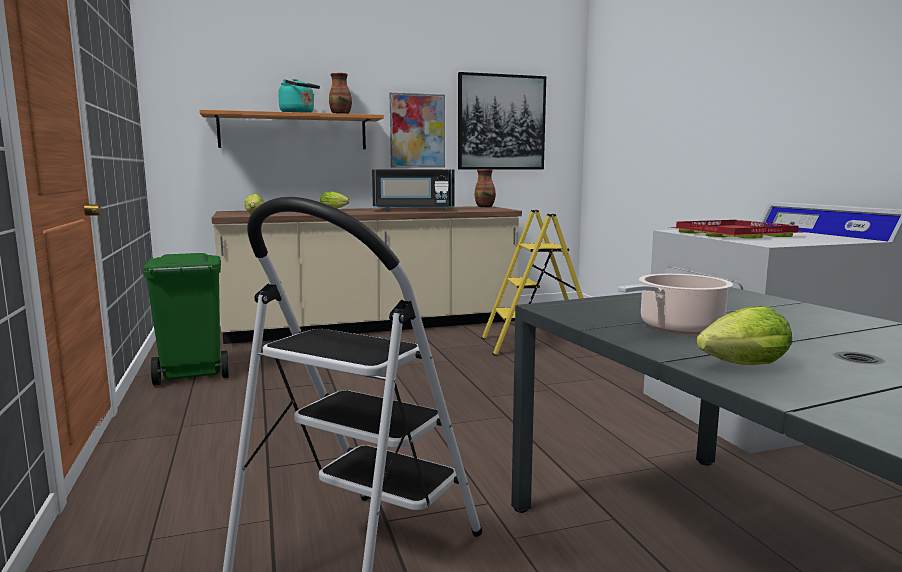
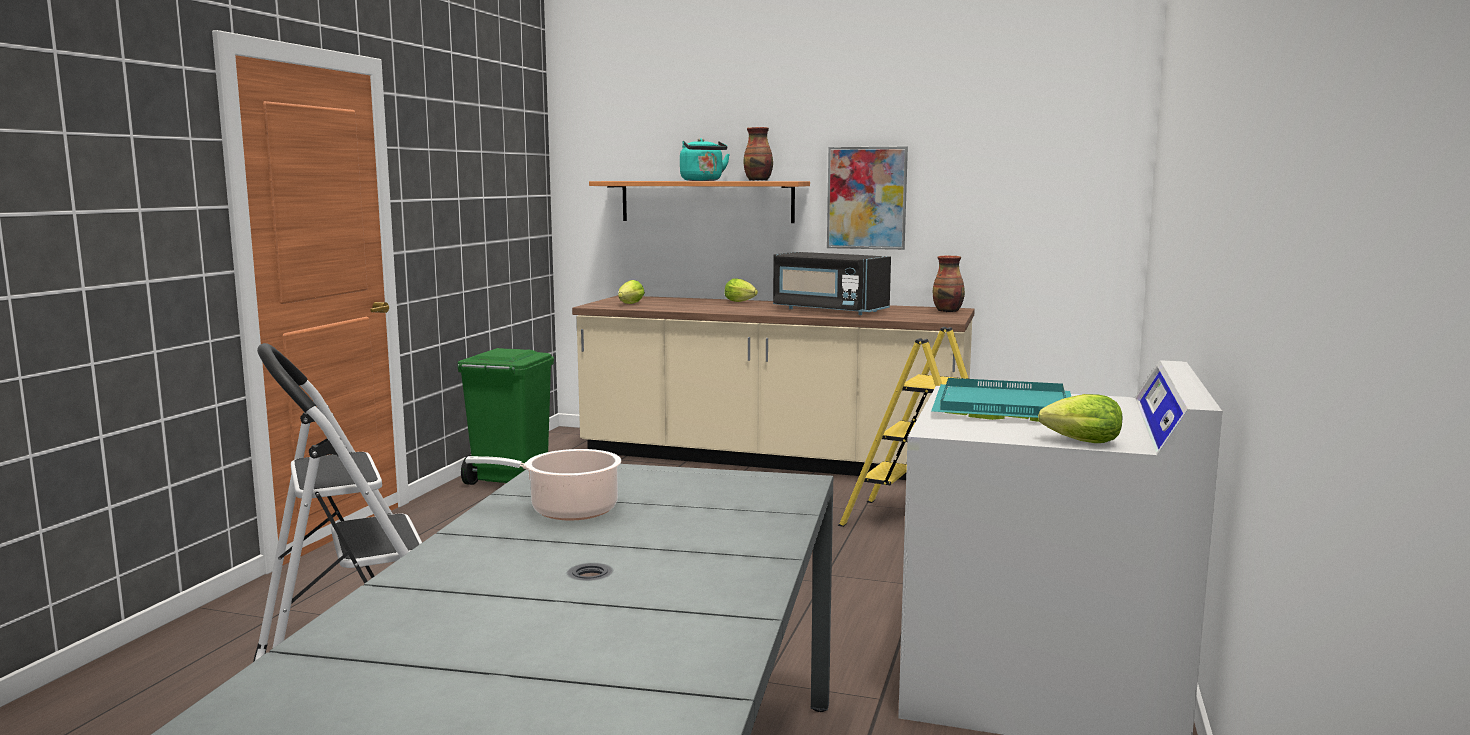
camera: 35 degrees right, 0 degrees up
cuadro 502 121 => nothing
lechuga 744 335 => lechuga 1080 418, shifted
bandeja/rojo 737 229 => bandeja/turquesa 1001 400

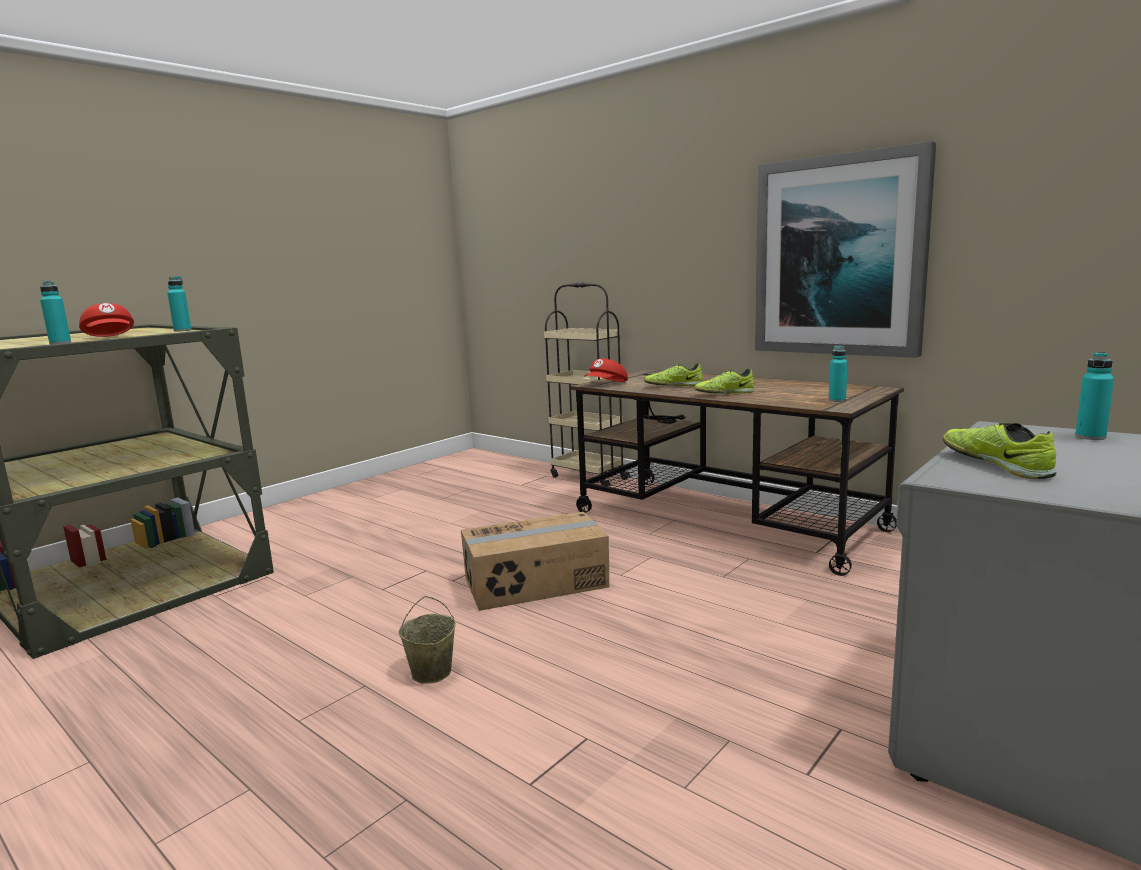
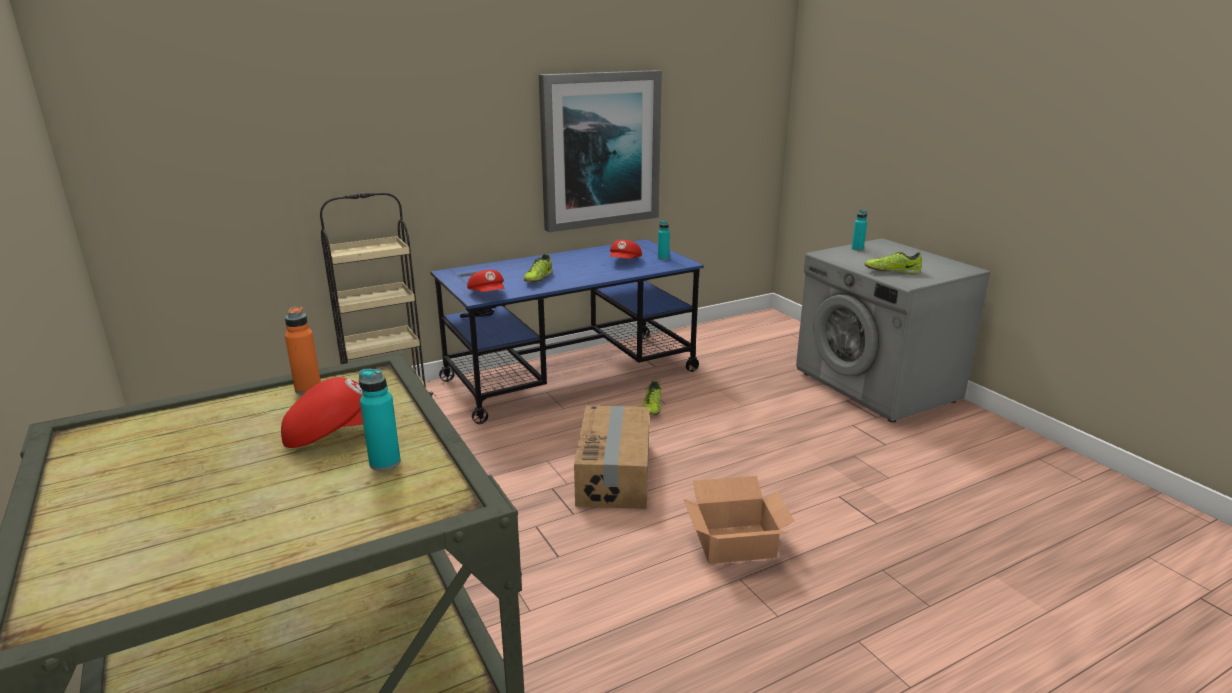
camera: 70 degrees left, 10 degrees up
nothing => gorra/rojo 625 249
zapato 724 381 => zapato 651 398, shifted
cubo/beis 427 640 => caja de cartón 739 520
botella/turquesa 179 304 => botella/naranja 303 350
escritorio/marrón 737 472 => escritorio/azul 567 331

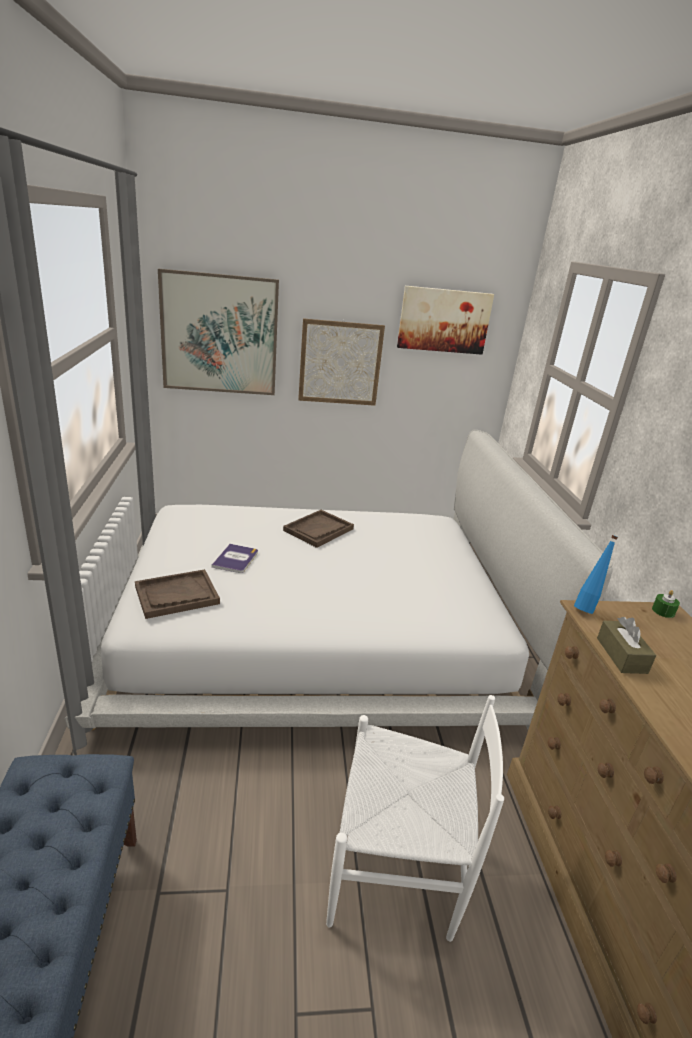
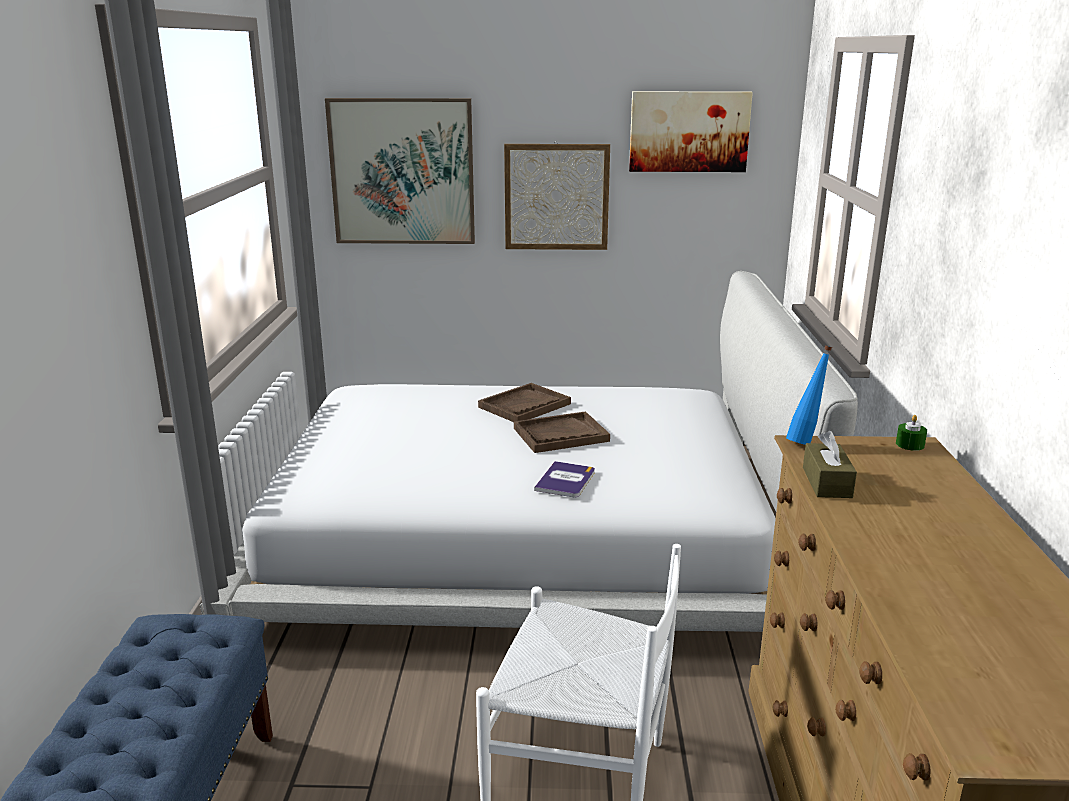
camera: 10 degrees right, 5 degrees down
bandeja/marrón 177 594 => bandeja/marrón 562 432, shifted
libro 235 558 => libro 564 479, shifted

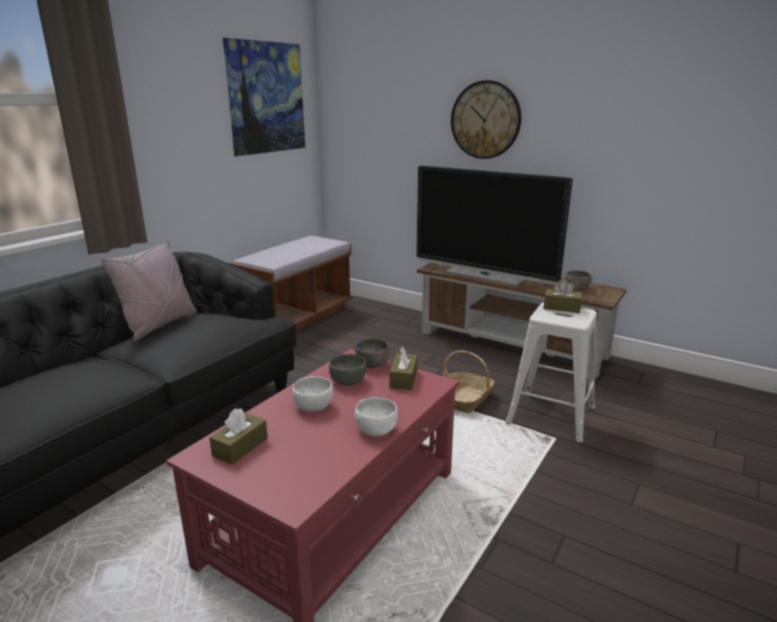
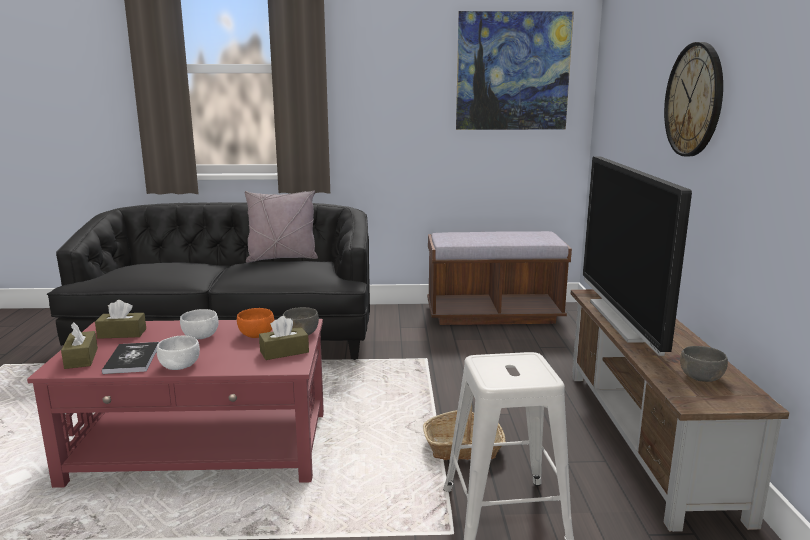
camera: 55 degrees right, 5 degrees down
nothing => libro 130 358
caja de pañuelos/marrón 563 296 => caja de pañuelos/marrón 79 345, shifted
cuenco/gris 347 370 => cuenco/naranja 255 323

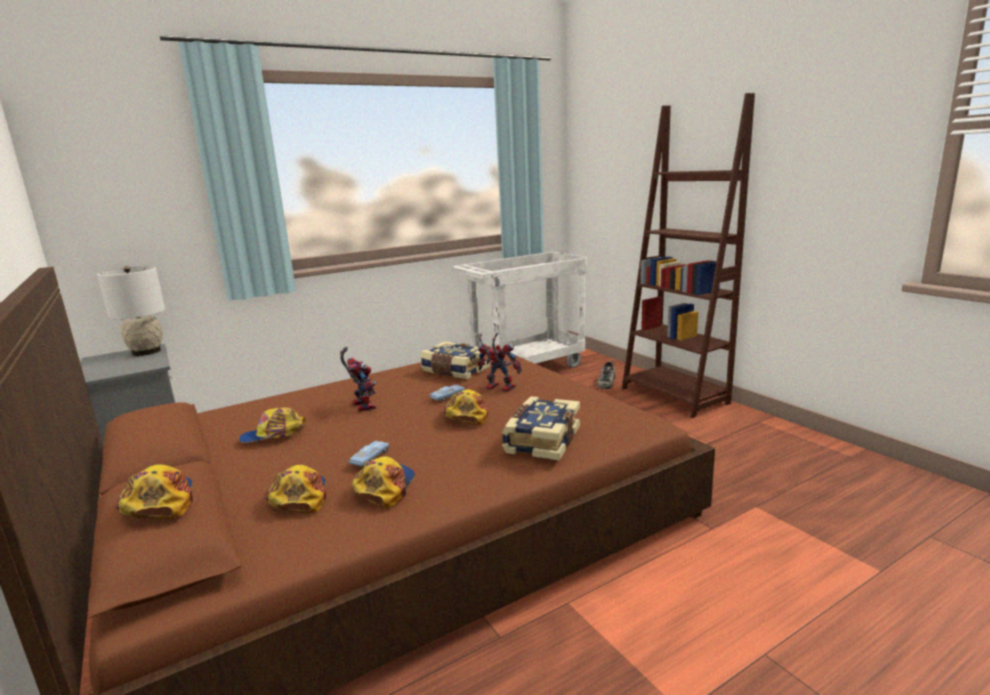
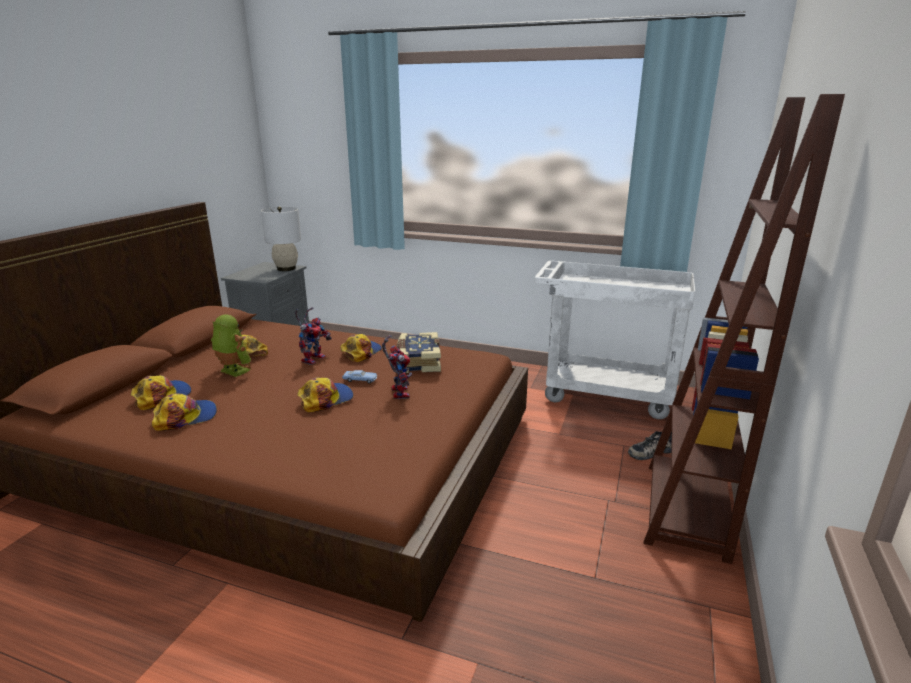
camera: 50 degrees right, 5 degrees up
coche de juguete/azul 369 453 => nothing
libro 541 428 => nothing
nothing => robot de juguete 231 345
gorra 154 491 => gorra 361 348, shifted

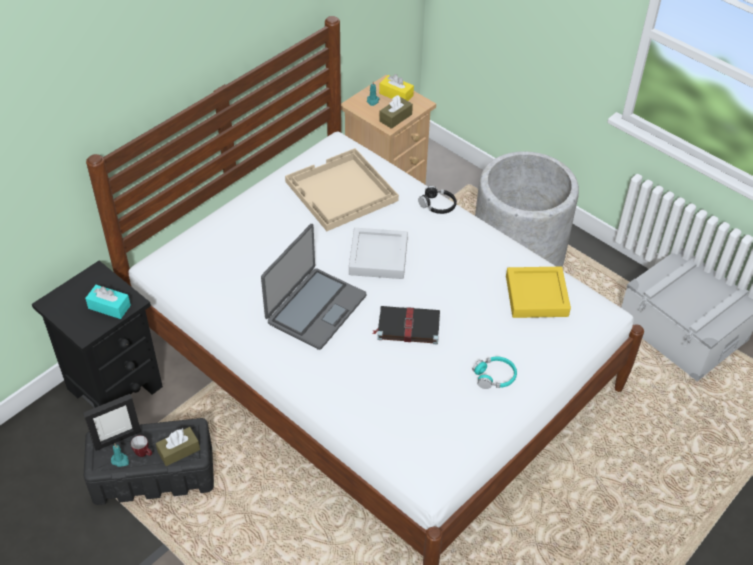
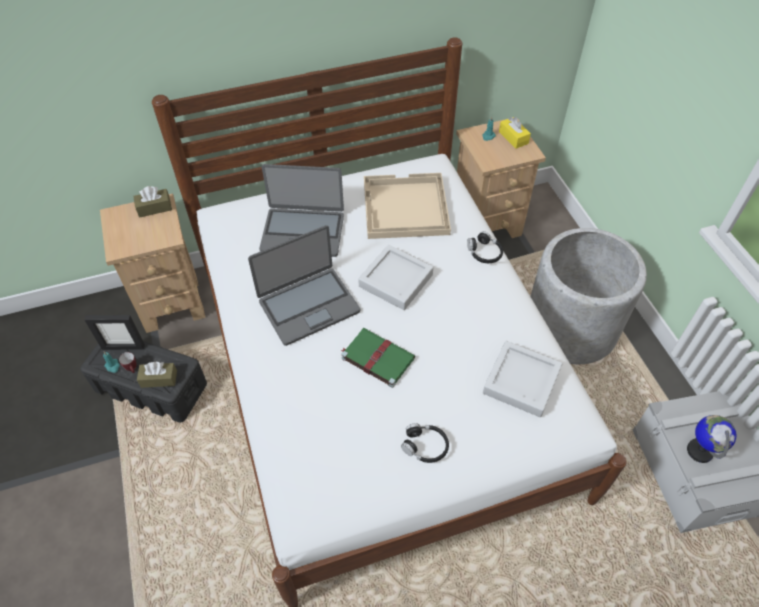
camera: 30 degrees right, 5 degrees up
caja de pañuelos/turquesa 108 302 => nothing
nothing => portátil 301 210
nothing => globo terráqueo 711 439
caja de pañuelos/marrón 396 112 => caja de pañuelos/marrón 152 202, shifted
mesita de noche/negro 97 334 => mesita de noche/beis 153 263
libro/negro 406 325 => libro/verde 378 358
auriculares/turquesa 494 372 => auriculares/negro 425 443
bandeja/amarillo 538 292 => bandeja/gris 522 379

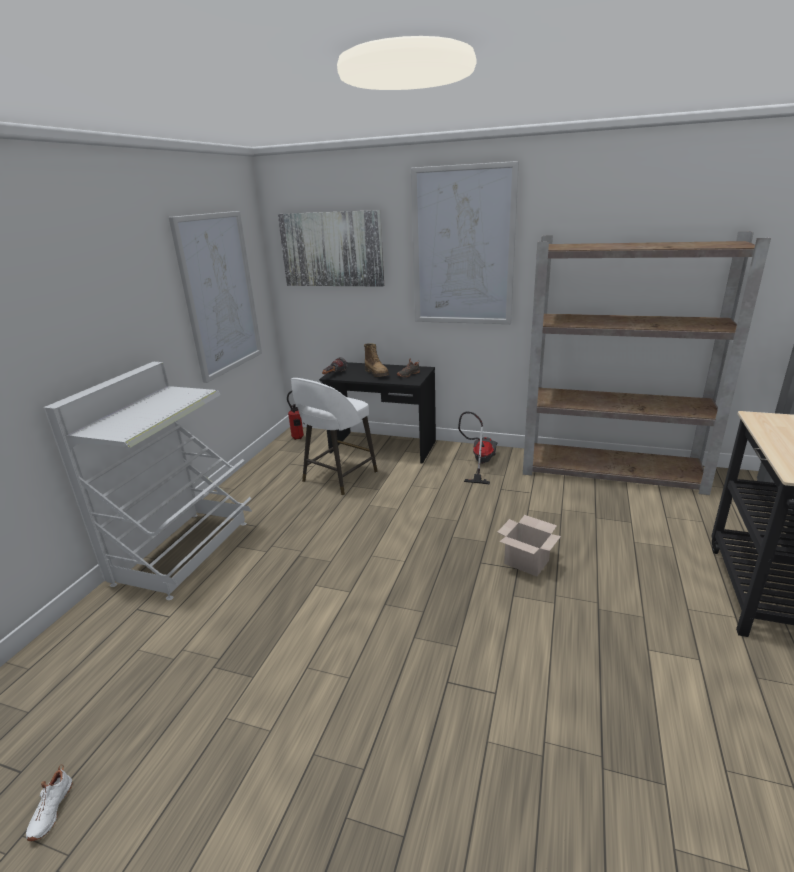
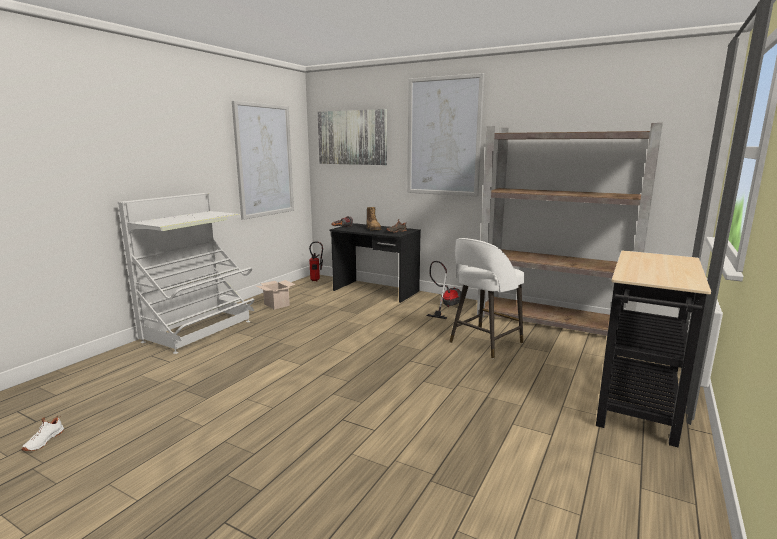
camera: 10 degrees right, 10 degrees down
taburete/blanco 334 437 => taburete/blanco 487 298, shifted
caja de cartón 529 545 => caja de cartón 276 295, shifted

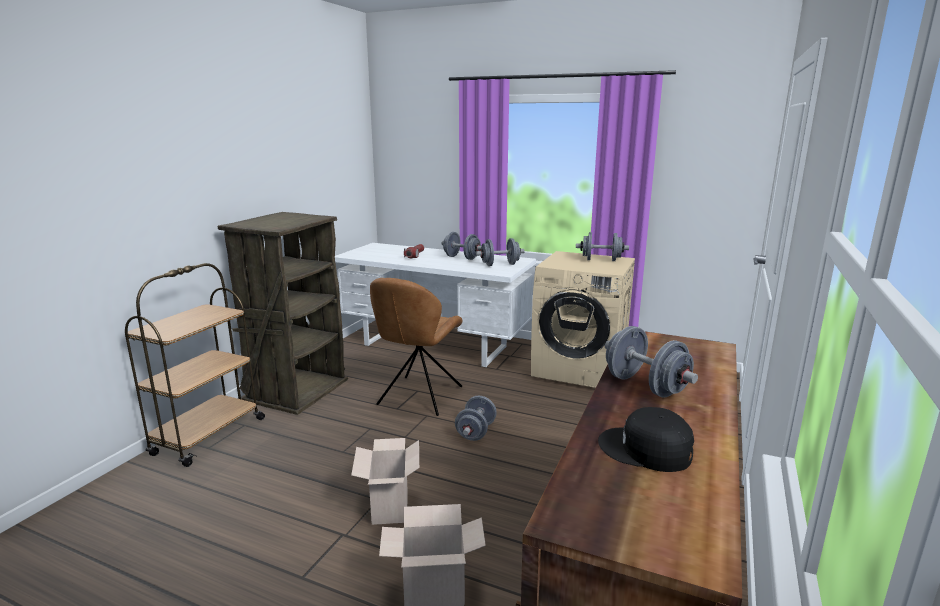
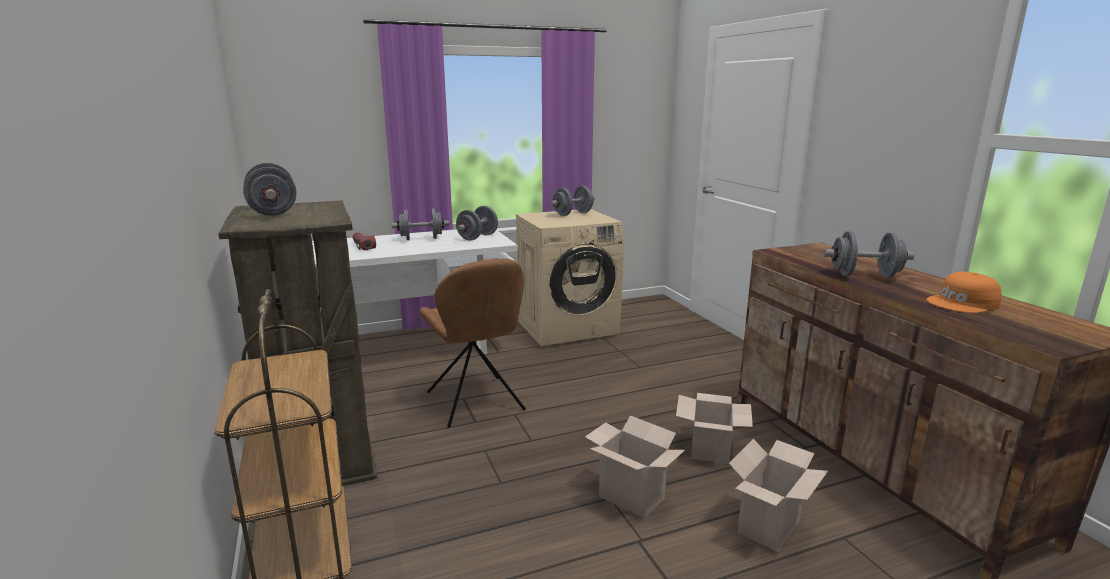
camera: 45 degrees left, 0 degrees up
nothing => caja de cartón 714 428
mancuerna/gris 476 418 => mancuerna/gris 270 189, shifted
gorra/negro 646 439 => gorra/naranja 964 292

